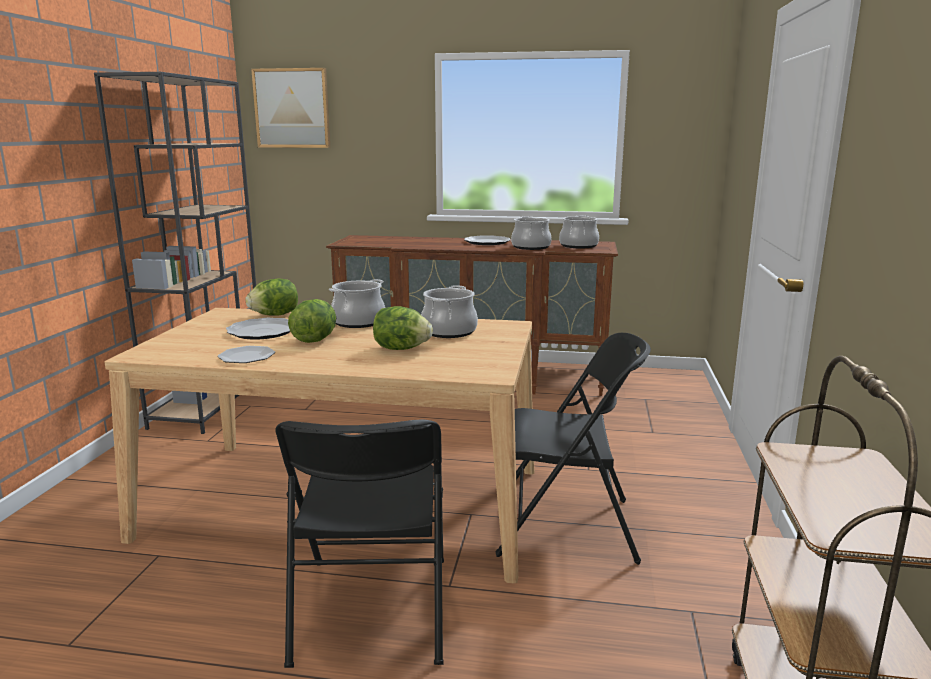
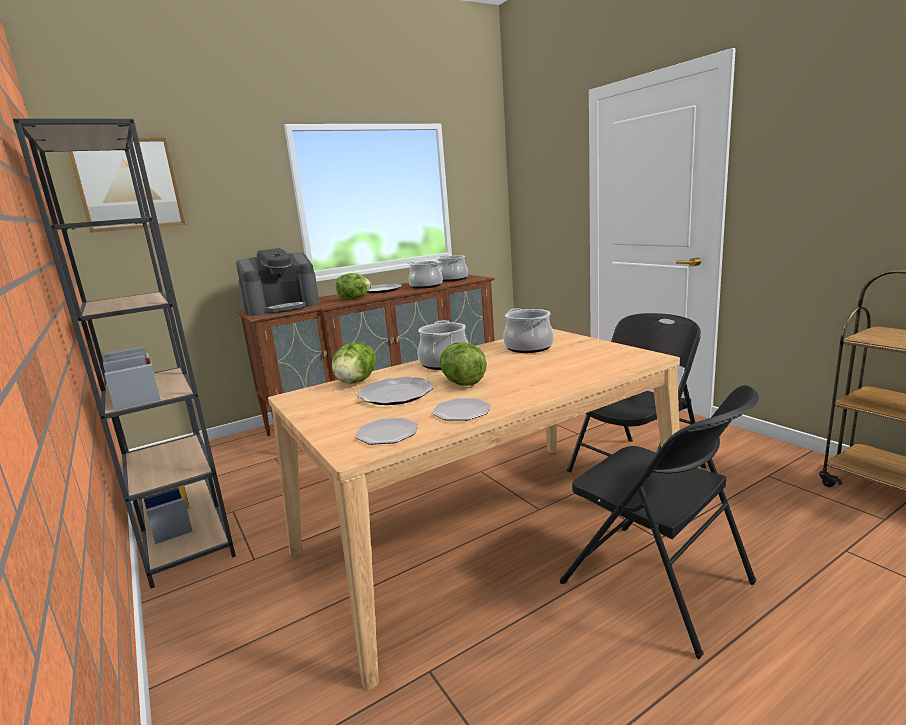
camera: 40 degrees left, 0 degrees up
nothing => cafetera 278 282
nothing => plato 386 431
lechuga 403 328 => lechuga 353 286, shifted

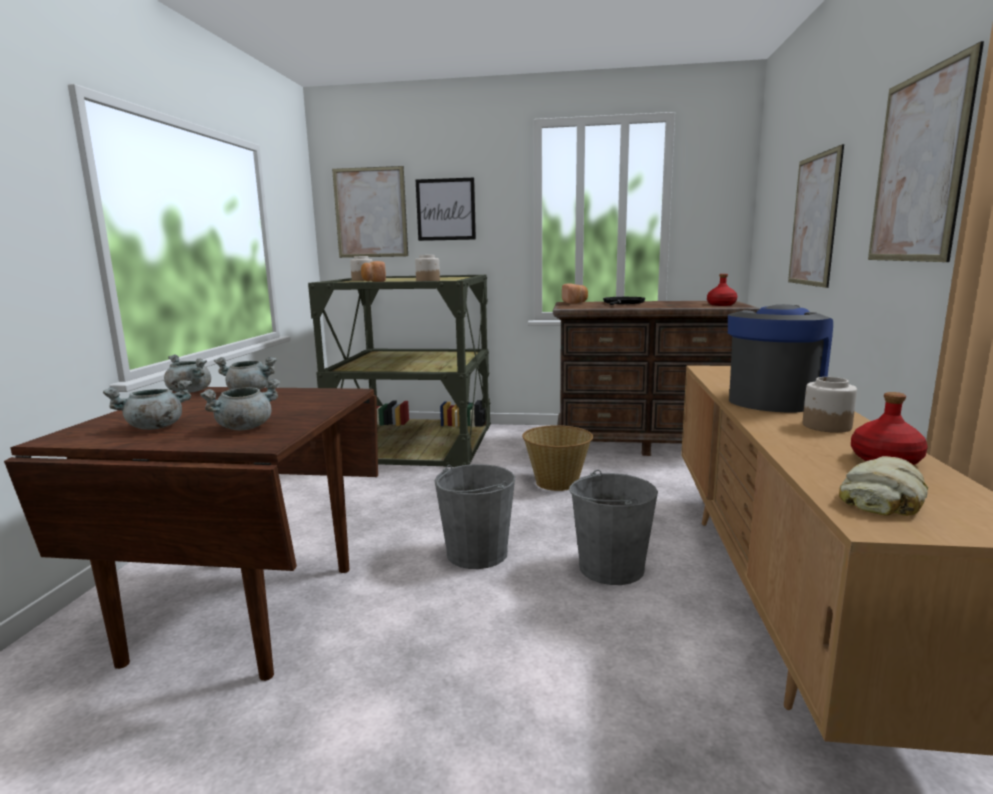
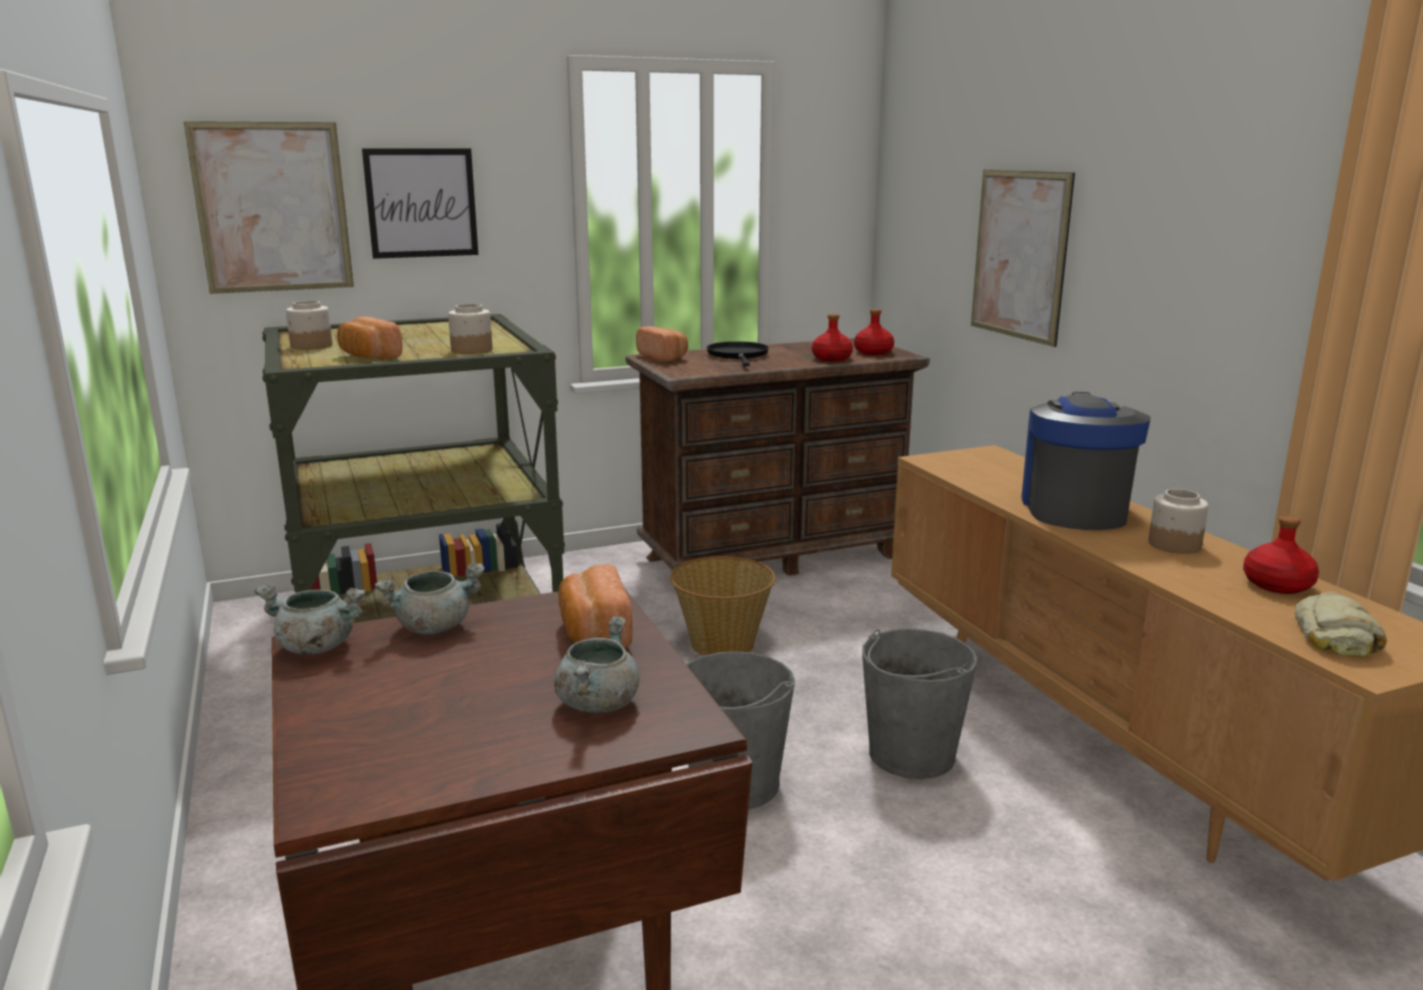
camera: 30 degrees left, 5 degrees up
olla/gris 147 405 => nothing
cuadro 926 151 => nothing
nothing => pan 595 606
nothing => botella/rojo 832 338

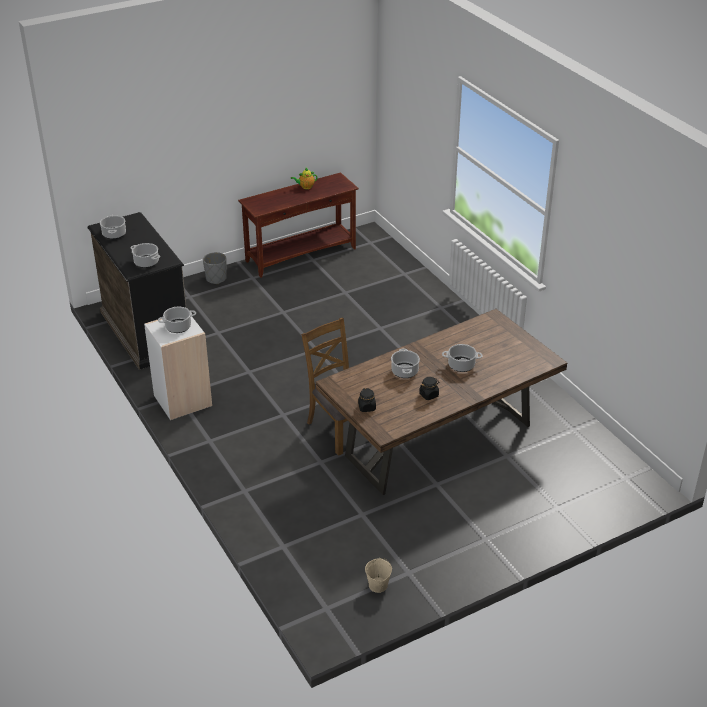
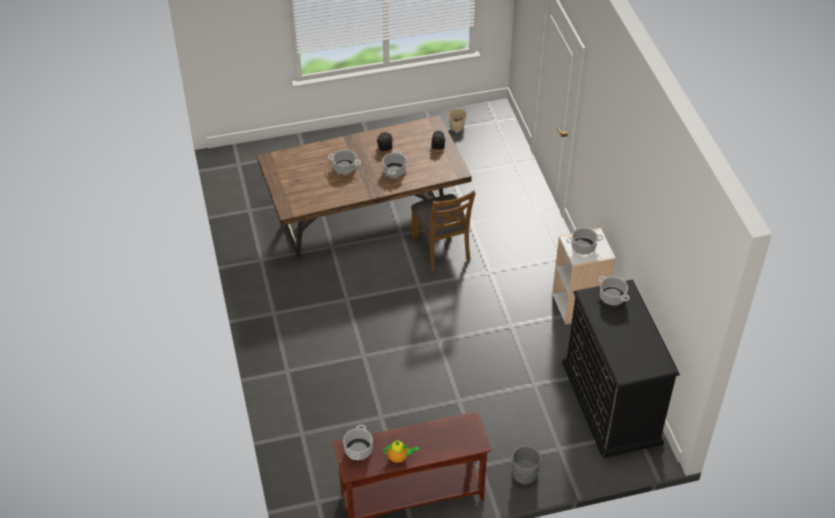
camera: 165 degrees left, 10 degrees up
olla 113 227 => olla 358 442, shifted

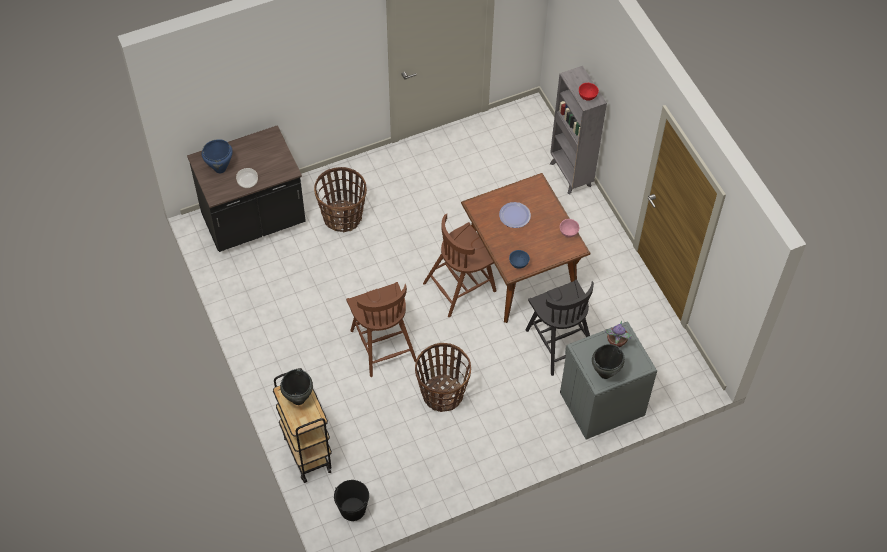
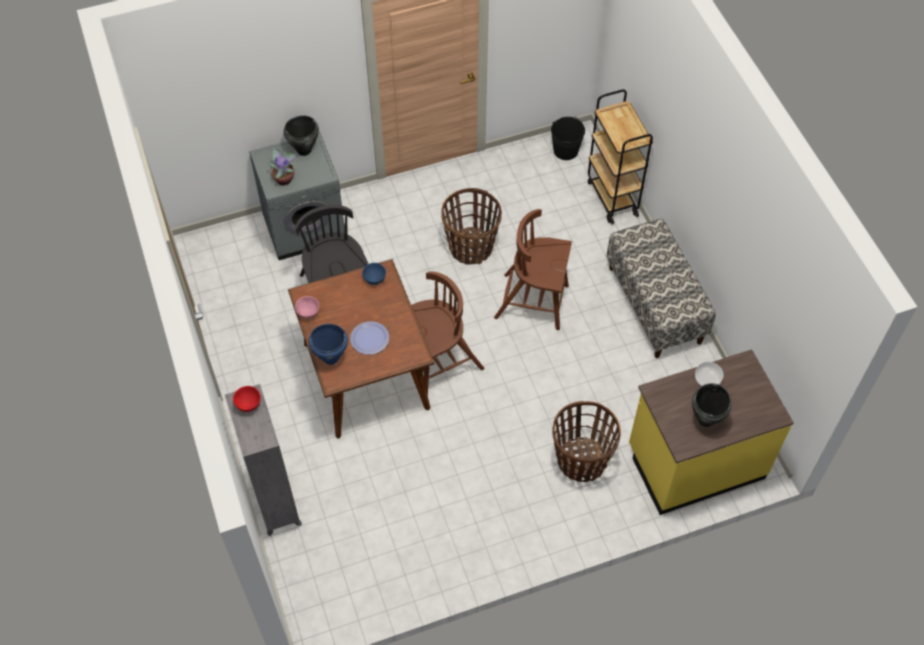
camera: 175 degrees left, 0 degrees up
nothing => banco 661 288
olla/azul 217 156 => olla/azul 328 344, shifted
olla/negro 296 387 => olla/negro 711 405, shifted
mueble bajo de cocina/negro 246 188 => mueble bajo de cocina/amarillo 711 432
silla/marrón 381 329 => silla/marrón 533 269, 60 degrees counterclockwise

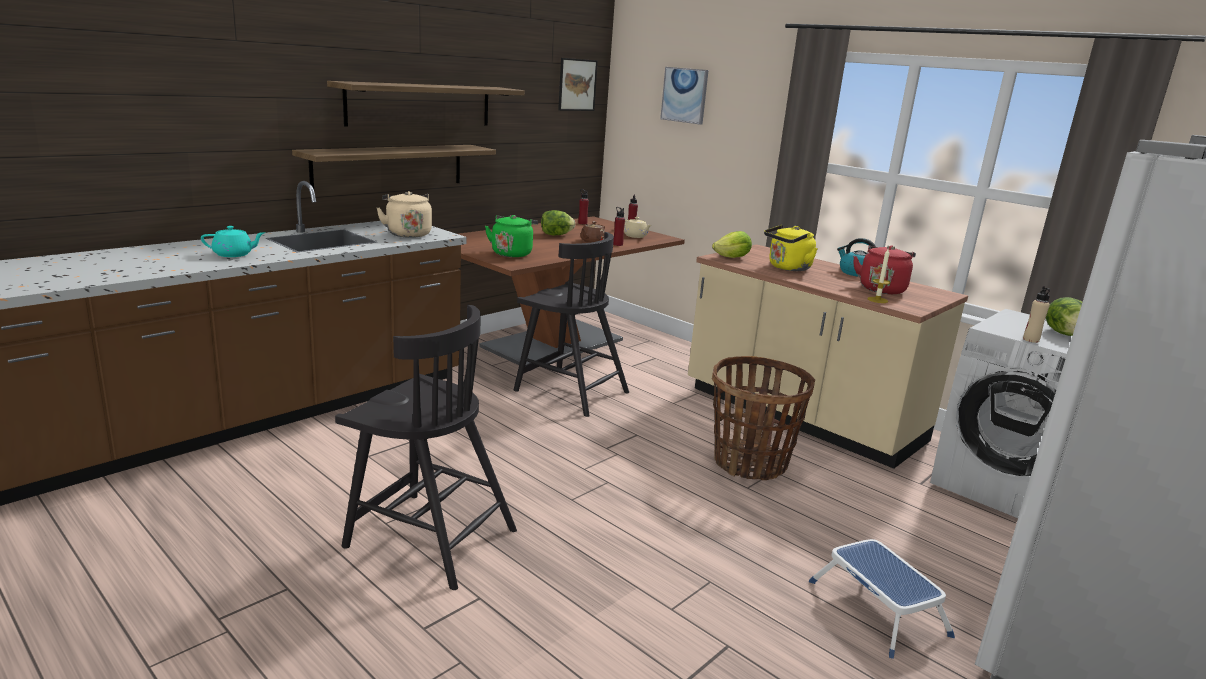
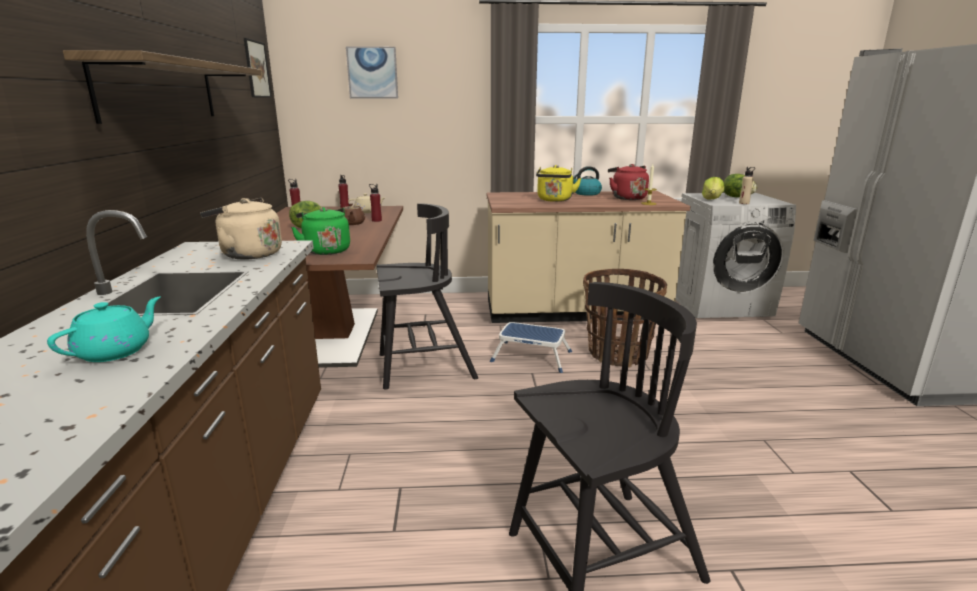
camera: 45 degrees left, 0 degrees up
estante 394 167 => nothing
lechuga 732 244 => lechuga 713 188, shifted
escalera de tijera/azul 882 599 => escalera de tijera/azul 531 347, shifted

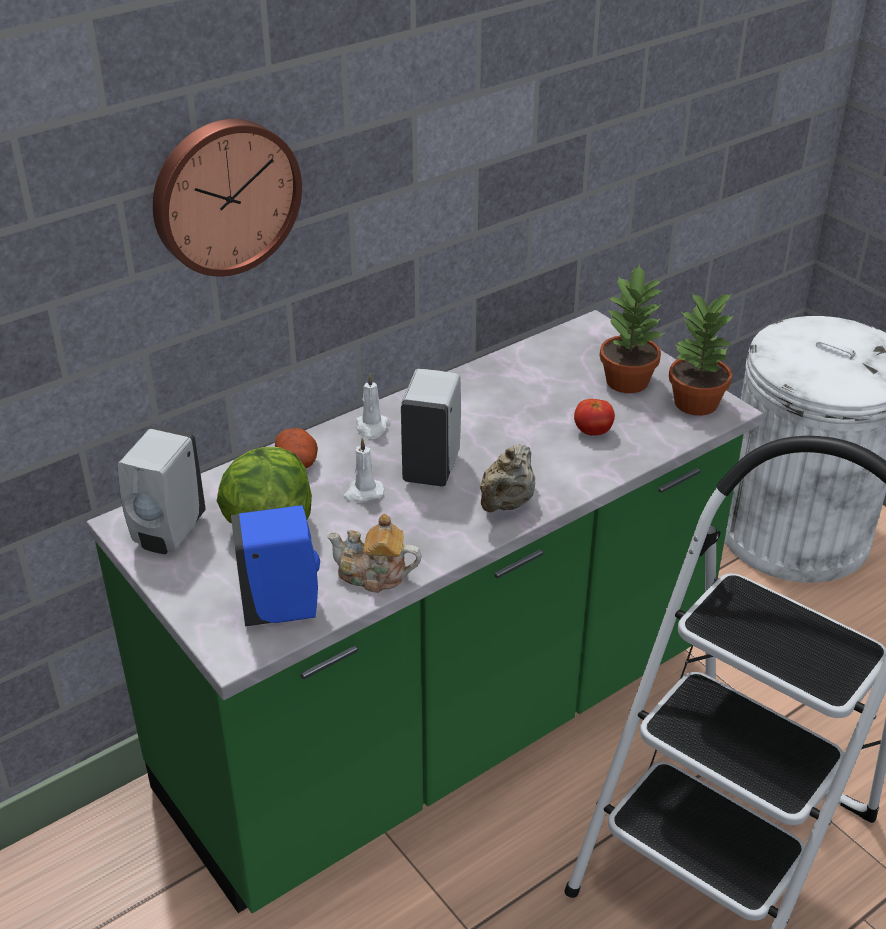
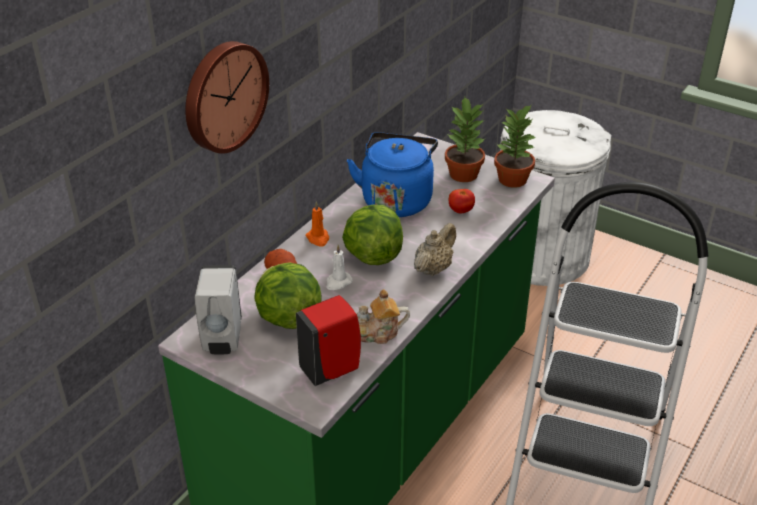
camera: 20 degrees left, 0 degrees up
nothing => hervidor/azul 392 174
dispensador de jabón/blanco 431 428 => lechuga 372 235
dispensador de jabón/azul 275 565 => dispensador de jabón/rojo 328 340
vela/blanco 372 406 => vela/naranja 317 224
tetera/beis 507 478 => tetera/beis 435 249, 150 degrees counterclockwise

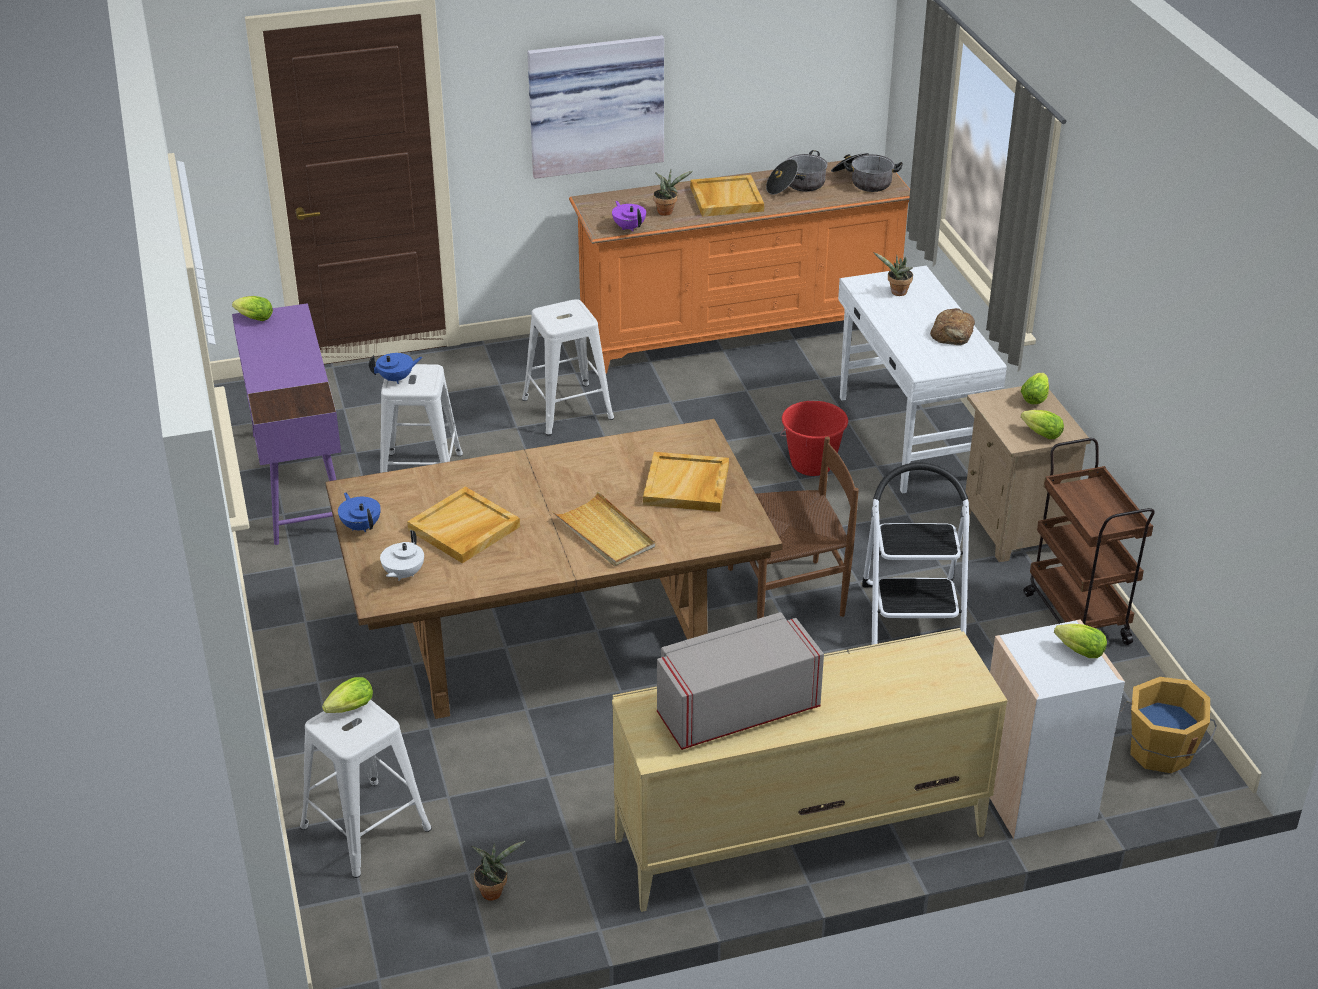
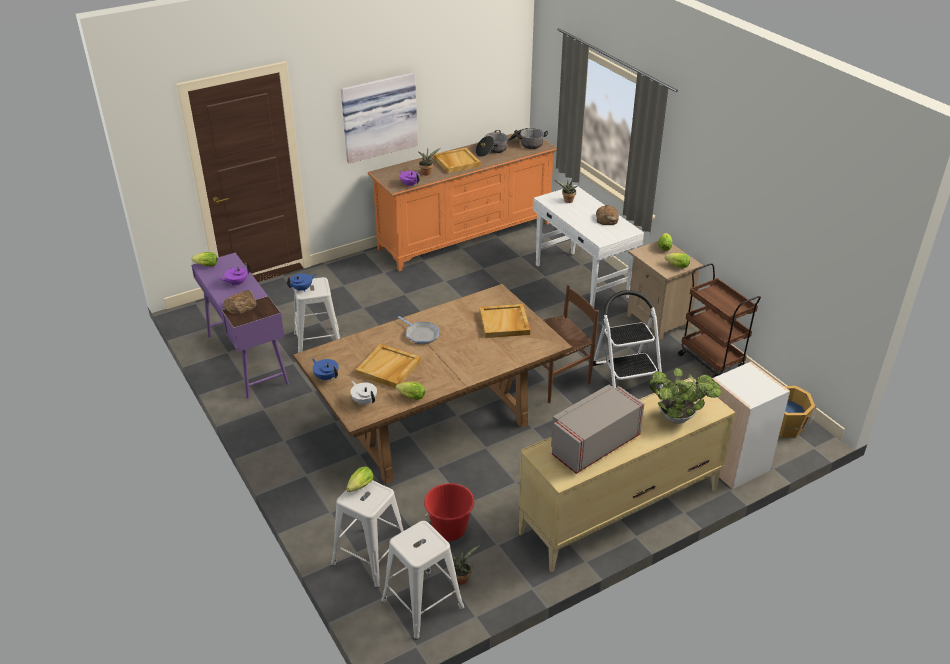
camera: 15 degrees left, 0 degrees up
bandeja/beis 604 528 => nothing
nothing => tetera/morado 235 274
nothing => pan 240 302
nothing => sartén 418 330
nothing => planta en maceta 685 396
taburete/blanco 568 367 => taburete/blanco 423 580, shifted
cubo/rojo 814 438 => cubo/rojo 449 512, shifted
lechuga 1080 641 => lechuga 410 391, shifted
tetera/blanco 402 555 => tetera/blanco 363 392, 135 degrees clockwise

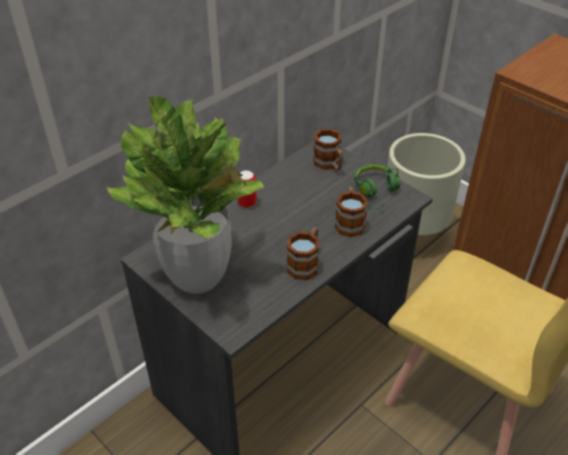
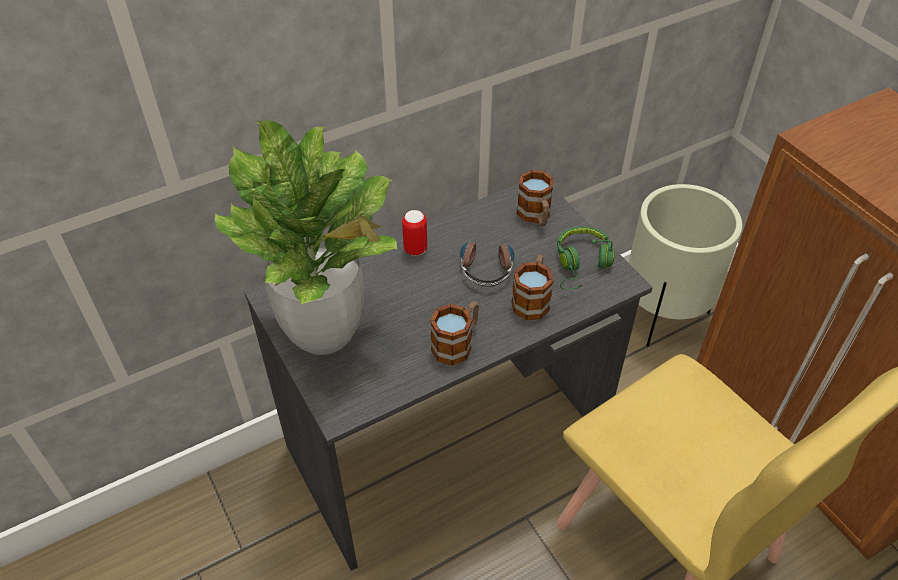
camera: 15 degrees right, 5 degrees up
nothing => auriculares 487 264

